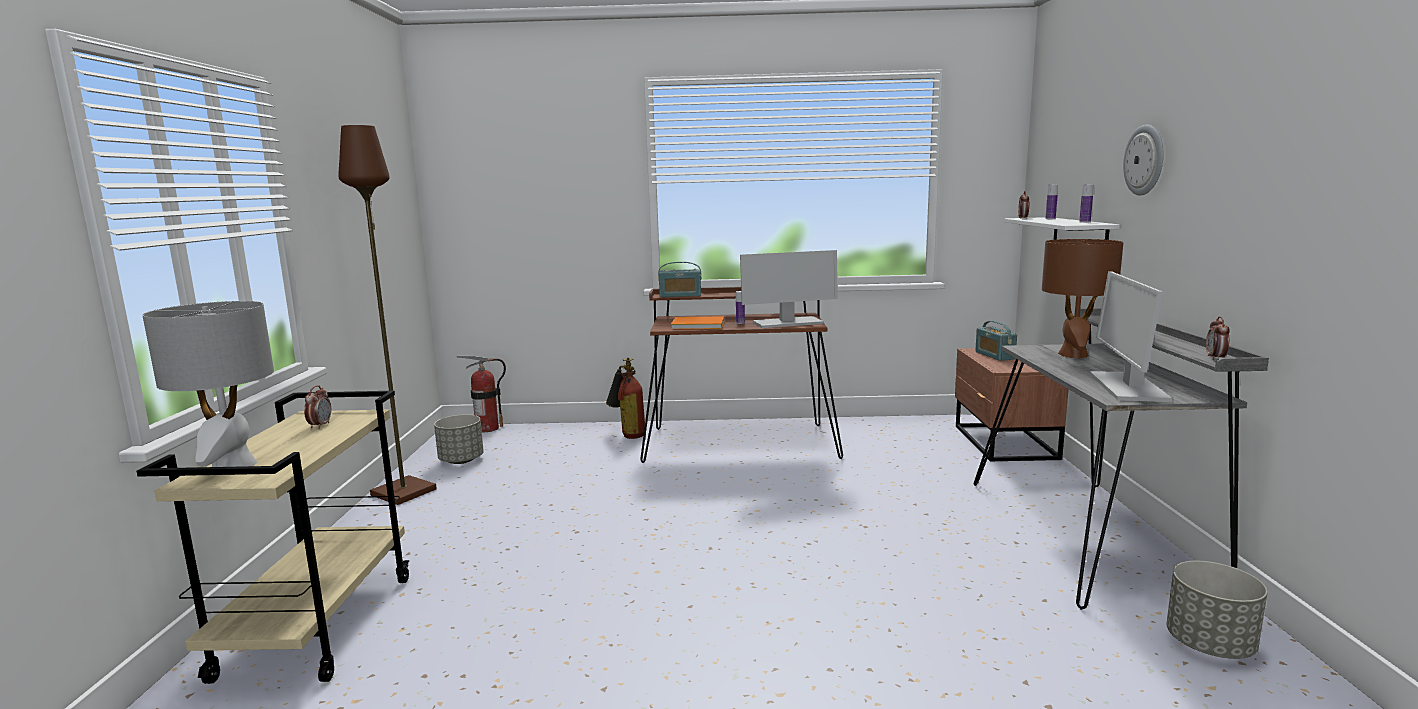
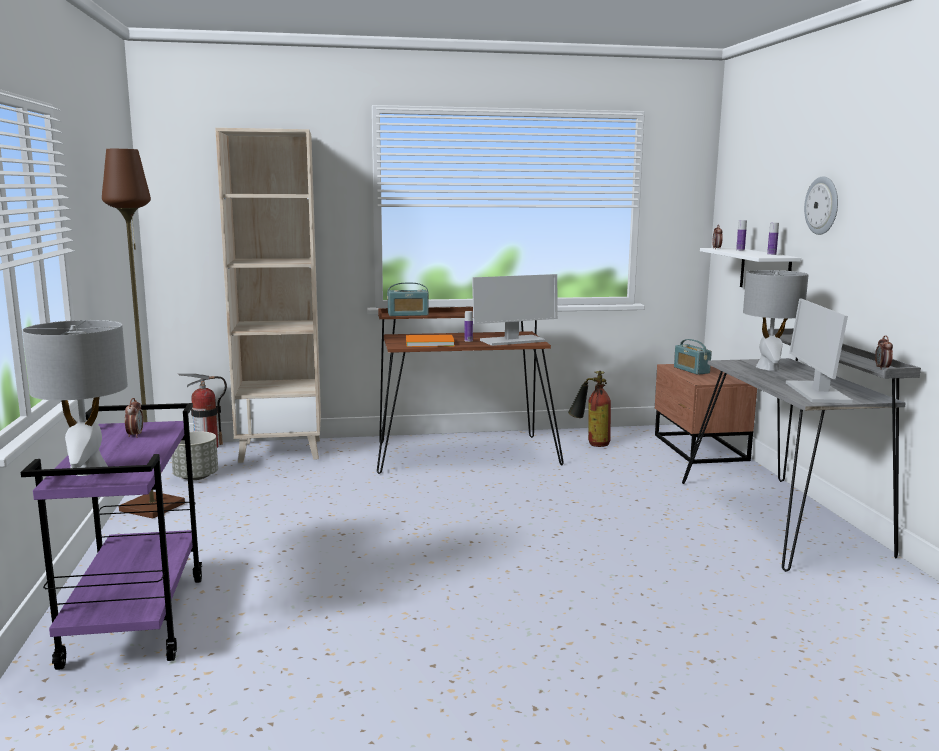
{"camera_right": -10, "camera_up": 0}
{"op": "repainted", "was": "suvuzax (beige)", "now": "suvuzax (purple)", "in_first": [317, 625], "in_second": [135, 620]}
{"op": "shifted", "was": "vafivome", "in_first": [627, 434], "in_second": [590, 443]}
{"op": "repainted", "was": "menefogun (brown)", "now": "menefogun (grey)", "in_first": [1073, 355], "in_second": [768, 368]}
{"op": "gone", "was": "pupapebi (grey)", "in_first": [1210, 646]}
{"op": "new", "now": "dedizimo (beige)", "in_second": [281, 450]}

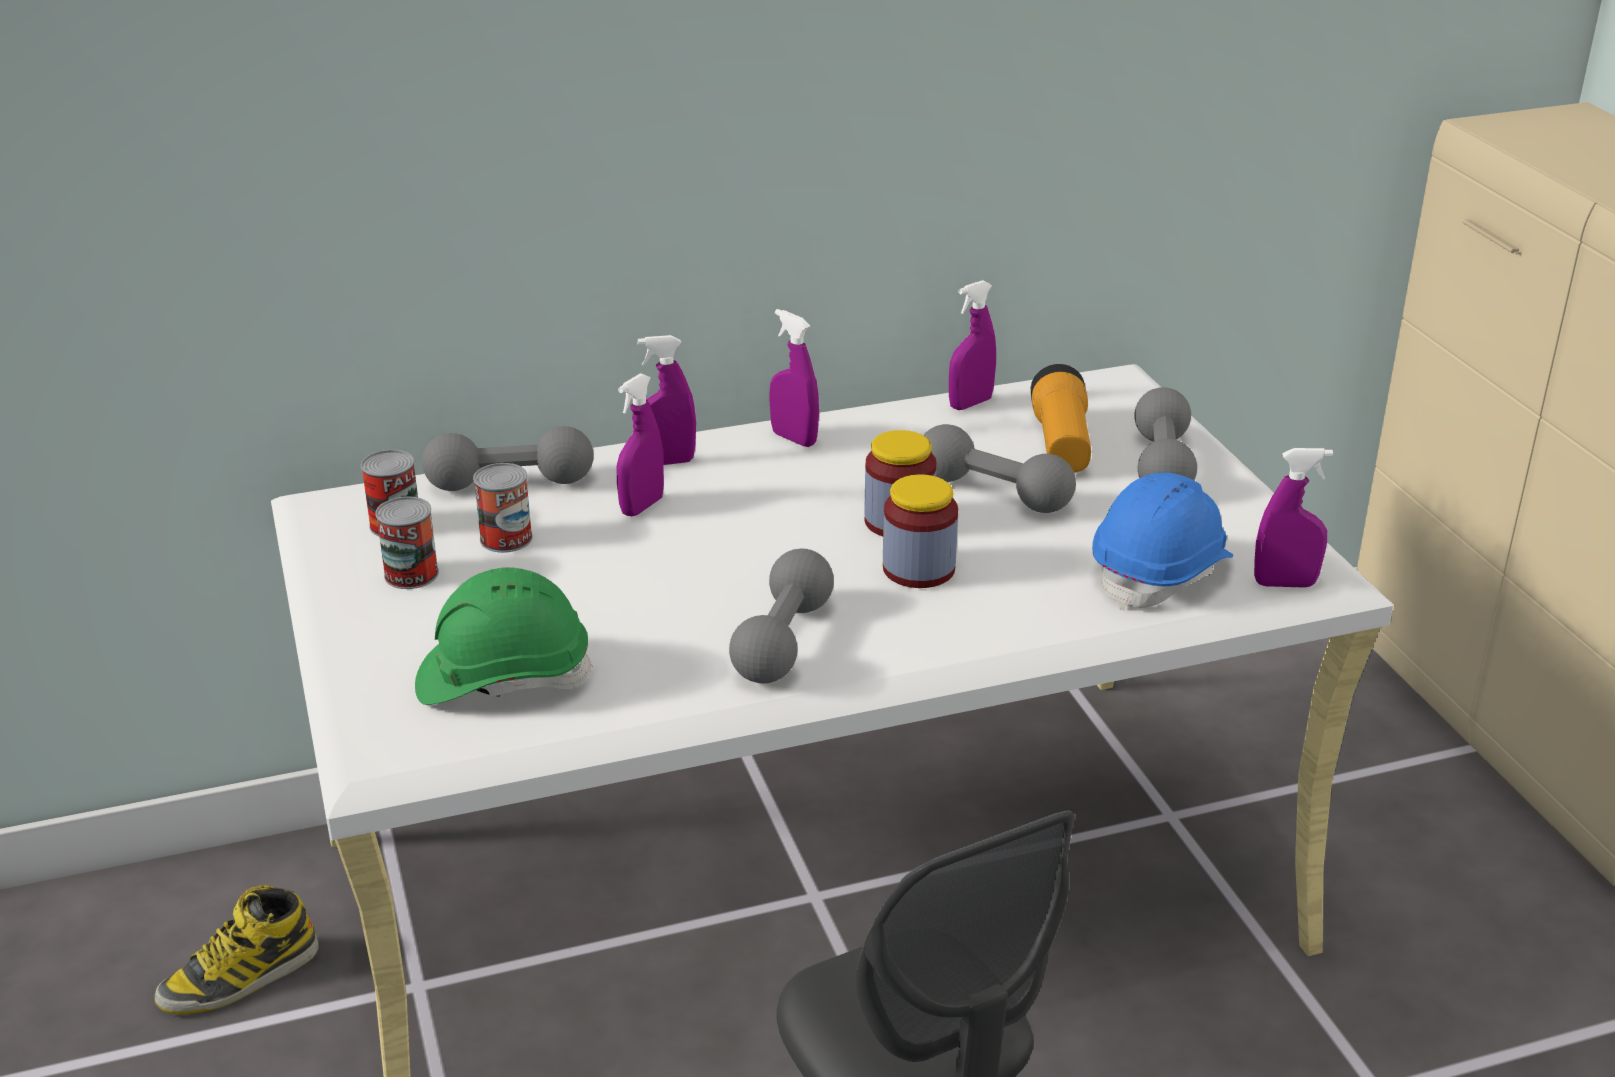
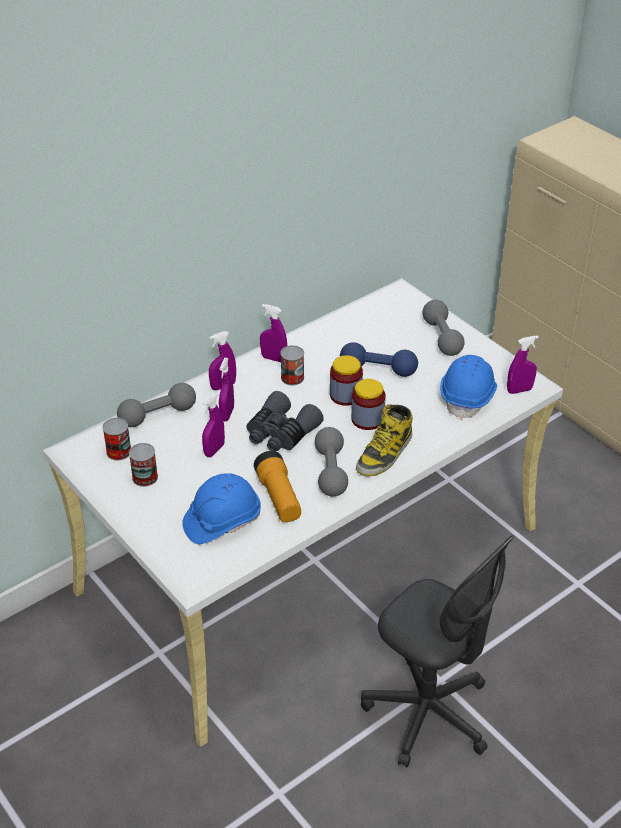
{"camera_right": -20, "camera_up": 10}
{"op": "shifted", "was": "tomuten", "in_first": [240, 978], "in_second": [384, 453]}
{"op": "repainted", "was": "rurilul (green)", "now": "rurilul (blue)", "in_first": [503, 677], "in_second": [222, 521]}
{"op": "shifted", "was": "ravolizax", "in_first": [506, 538], "in_second": [292, 378]}
{"op": "repainted", "was": "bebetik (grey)", "now": "bebetik (blue)", "in_first": [993, 493], "in_second": [378, 369]}
{"op": "shifted", "was": "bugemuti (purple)", "in_first": [970, 404], "in_second": [214, 450]}
{"op": "shifted", "was": "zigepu", "in_first": [1061, 444], "in_second": [279, 497]}
{"op": "new", "now": "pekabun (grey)", "in_second": [280, 433]}

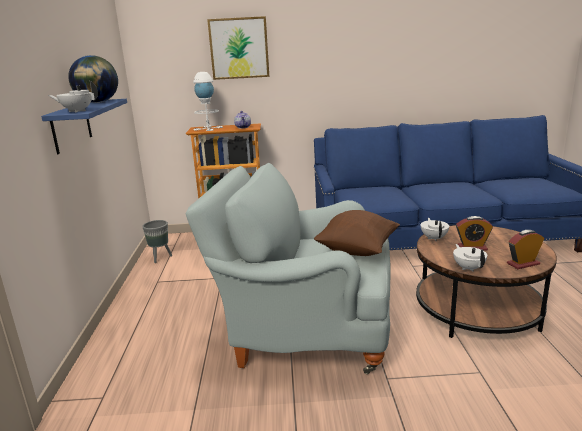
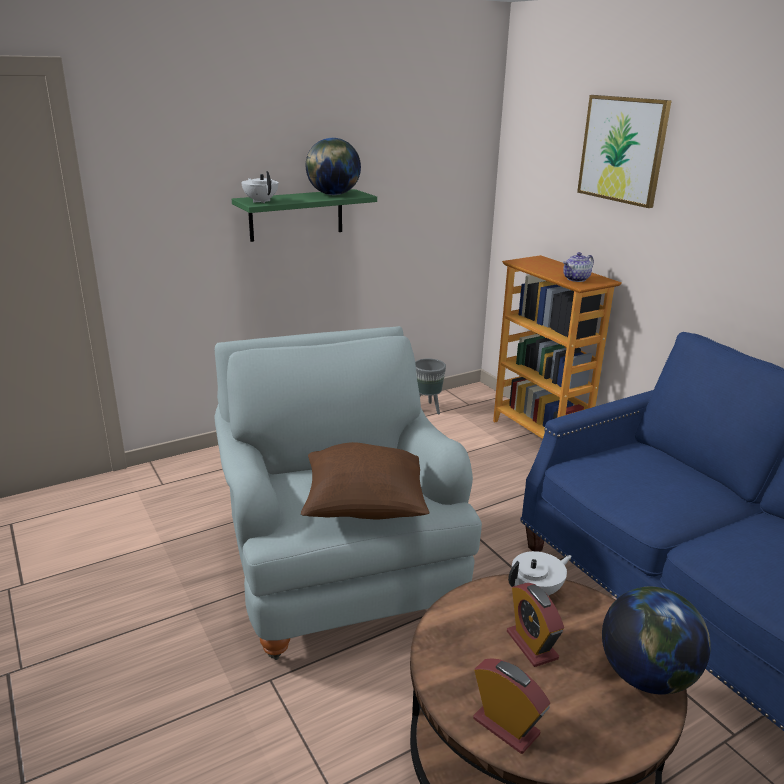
{"camera_right": 60, "camera_up": 5}
{"op": "repainted", "was": "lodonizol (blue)", "now": "lodonizol (green)", "in_first": [71, 126], "in_second": [296, 215]}
{"op": "gone", "was": "menefogun (white)", "in_first": [208, 128]}
{"op": "gone", "was": "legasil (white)", "in_first": [468, 268]}
{"op": "new", "now": "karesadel", "in_second": [646, 676]}

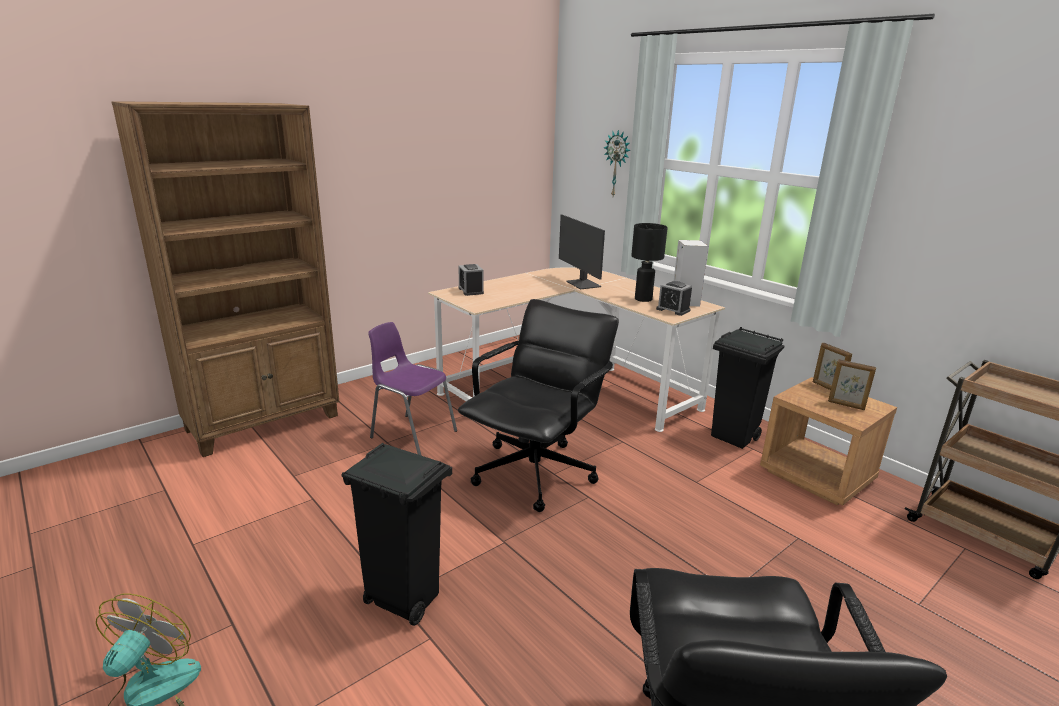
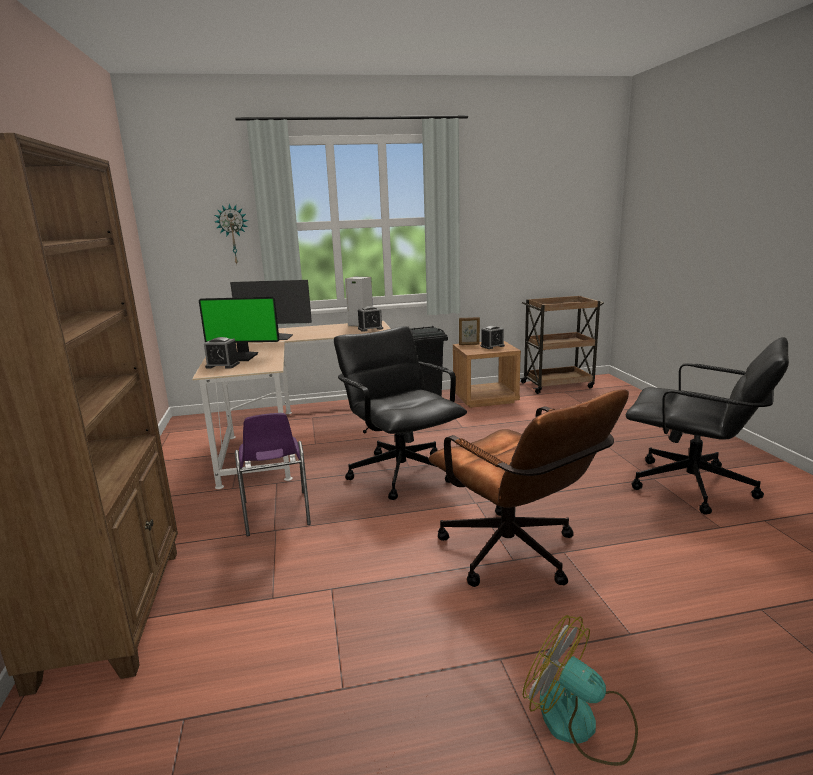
{"camera_right": -60, "camera_up": -5}
{"op": "swapped", "was": "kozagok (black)", "now": "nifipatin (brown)", "in_first": [403, 600], "in_second": [517, 557]}
{"op": "rotated", "was": "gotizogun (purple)", "in_first": [412, 434], "in_second": [276, 514], "clockwise": -75}
{"op": "gone", "was": "menefogun (black)", "in_first": [643, 299]}
{"op": "swapped", "was": "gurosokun", "now": "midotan", "in_first": [846, 405], "in_second": [492, 346]}
{"op": "new", "now": "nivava", "in_second": [241, 357]}

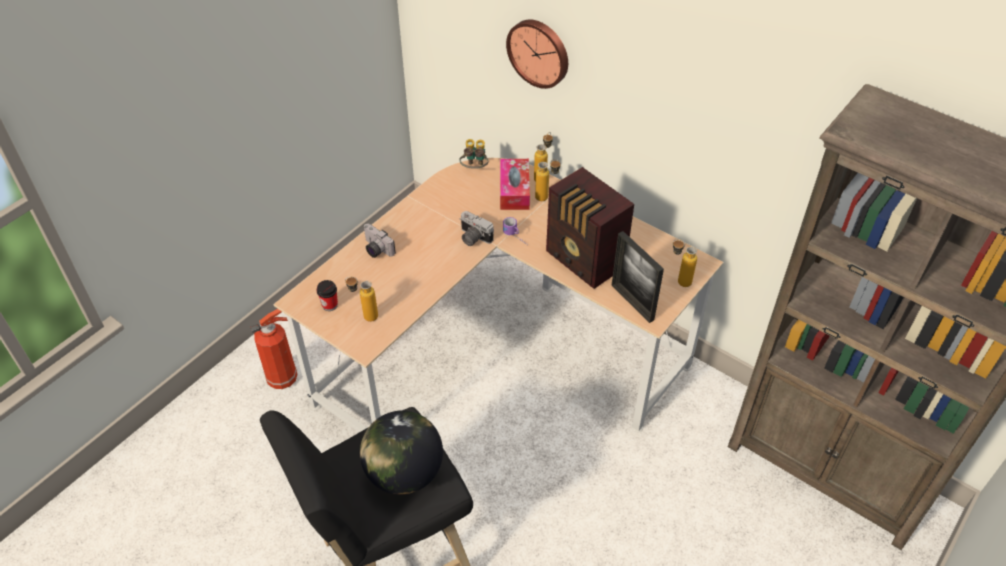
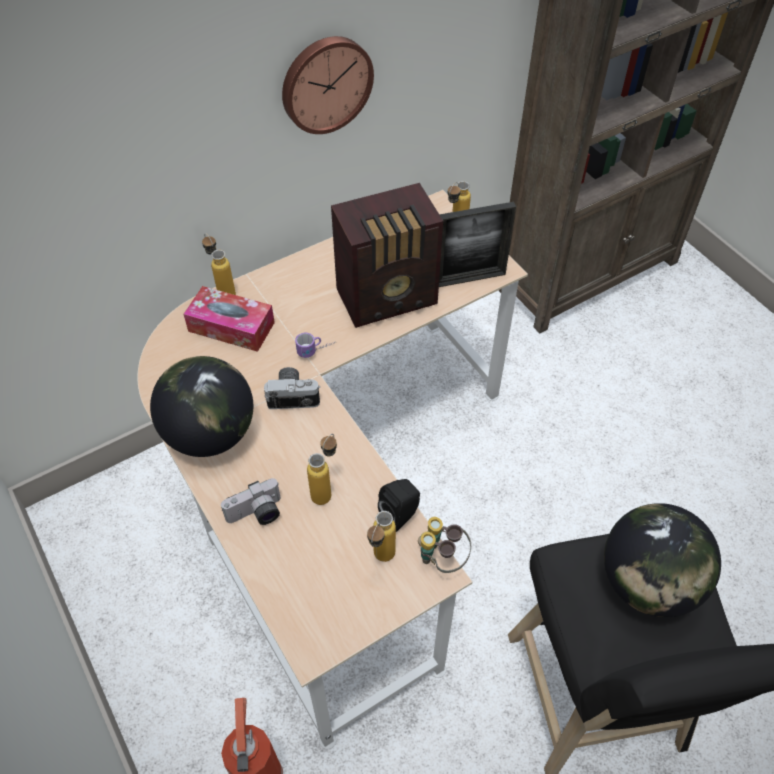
{"camera_right": -70, "camera_up": 5}
{"op": "gone", "was": "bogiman", "in_first": [330, 305]}
{"op": "shifted", "was": "pekabun", "in_first": [474, 169], "in_second": [442, 558]}
{"op": "rotated", "was": "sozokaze", "in_first": [473, 238], "in_second": [293, 395], "clockwise": -150}
{"op": "shifted", "was": "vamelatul", "in_first": [539, 52], "in_second": [325, 83]}
{"op": "shifted", "was": "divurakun", "in_first": [547, 198], "in_second": [326, 490]}
{"op": "new", "now": "karesadel", "in_second": [210, 434]}
{"op": "new", "now": "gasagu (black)", "in_second": [401, 514]}

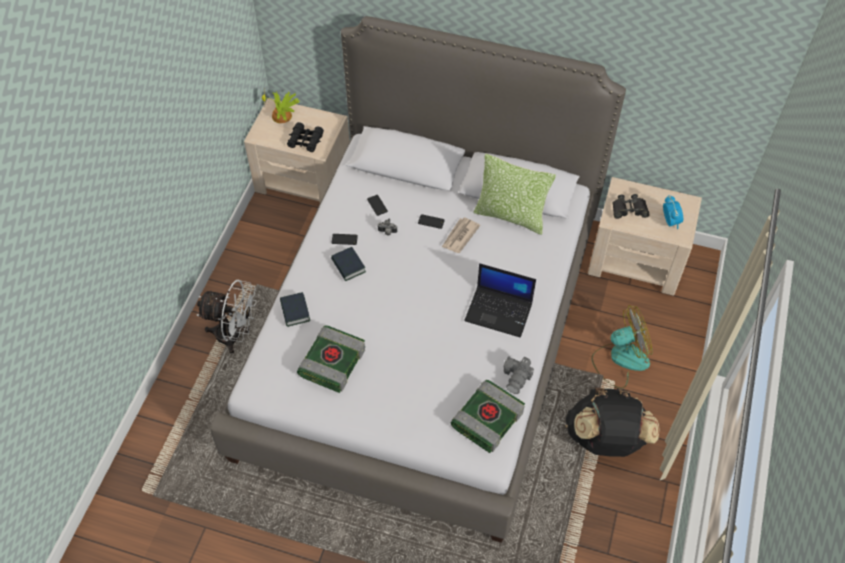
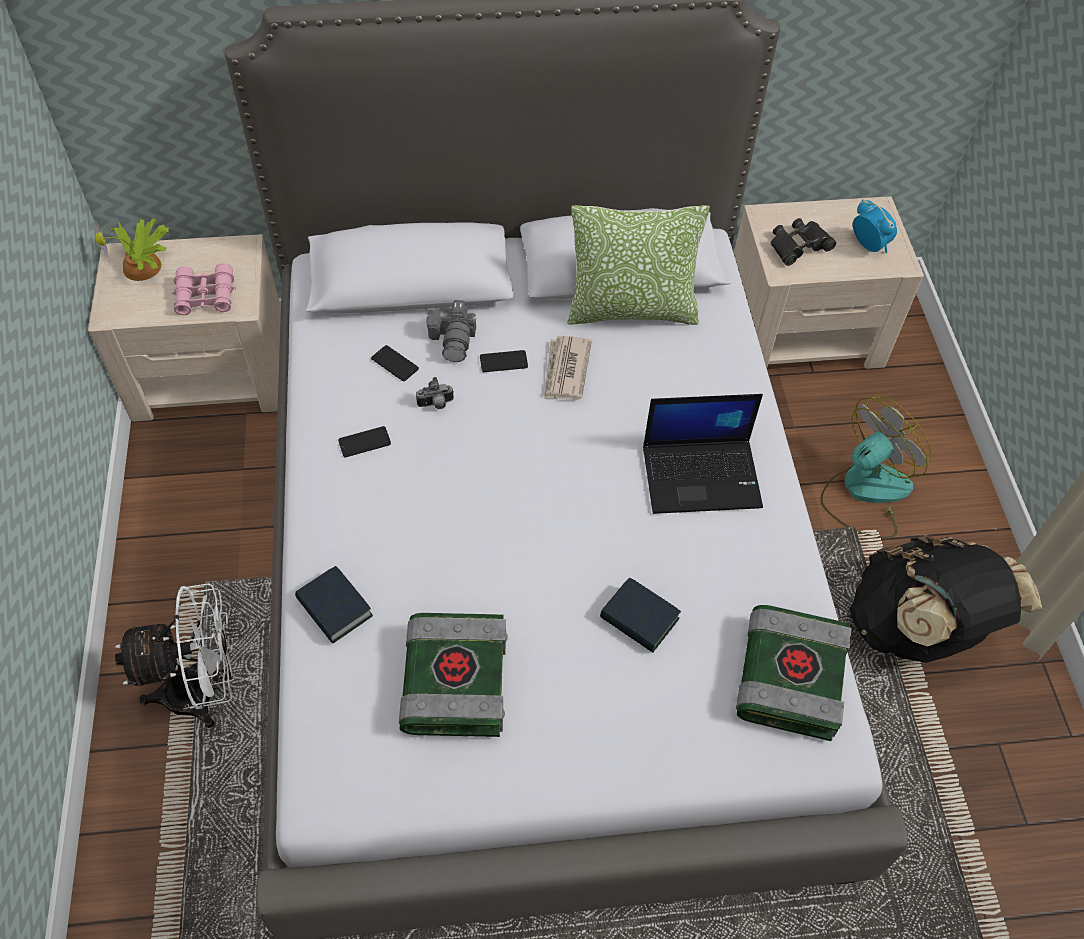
{"camera_right": -25, "camera_up": 0}
{"op": "repainted", "was": "pekabun (black)", "now": "pekabun (pink)", "in_first": [305, 141], "in_second": [205, 296]}
{"op": "shifted", "was": "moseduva", "in_first": [348, 266], "in_second": [639, 619]}
{"op": "shifted", "was": "sozokaze", "in_first": [517, 377], "in_second": [454, 340]}

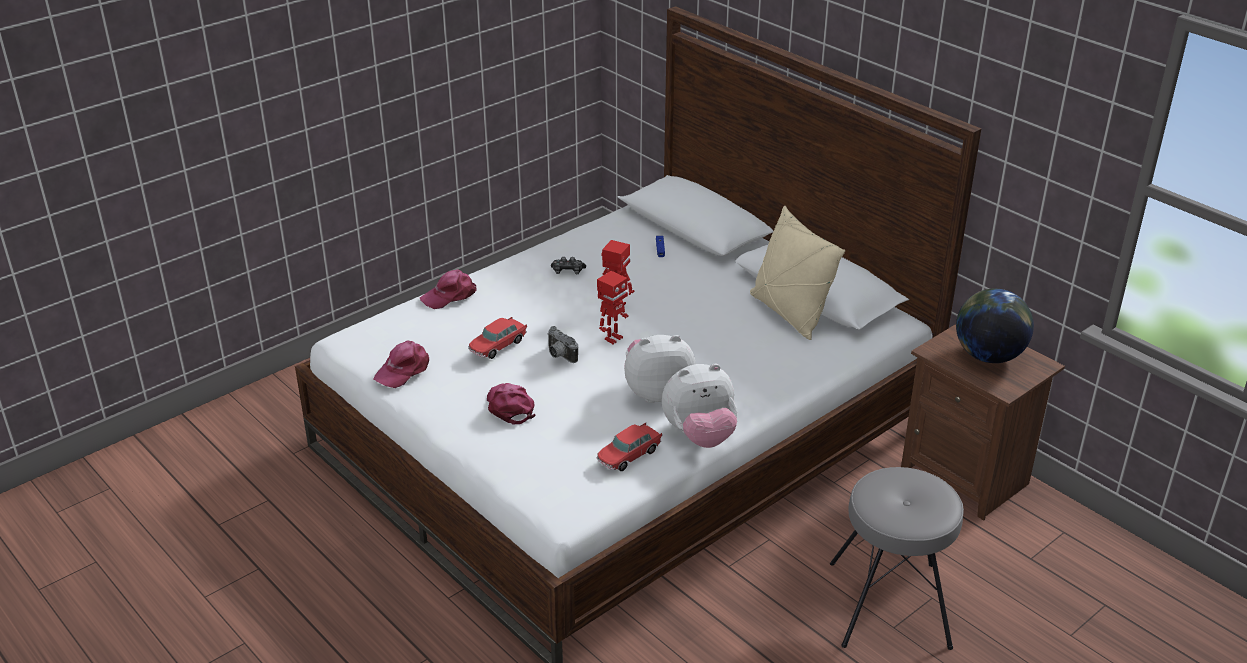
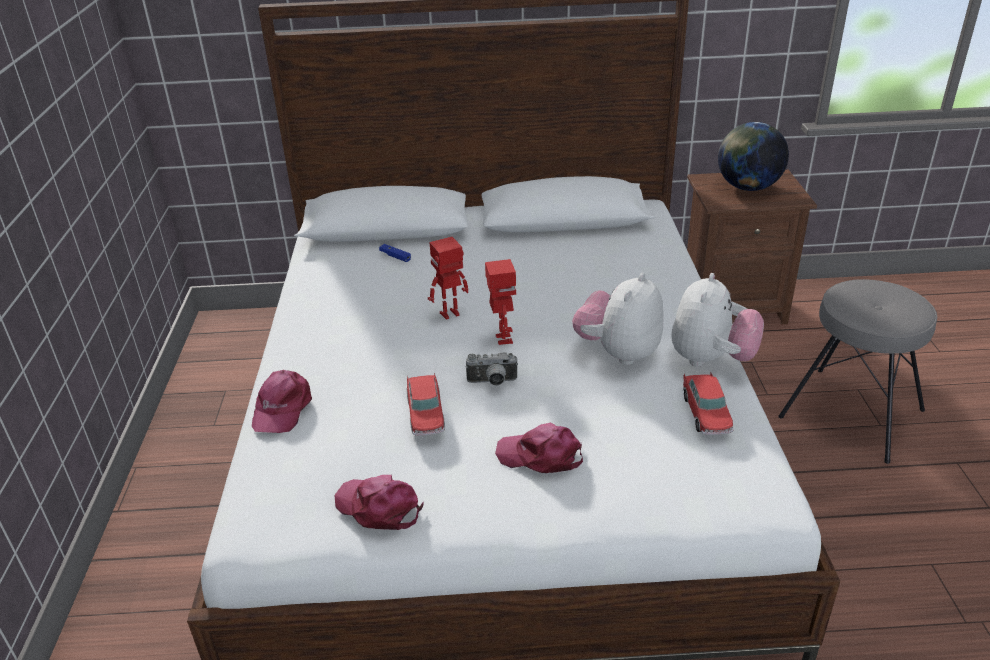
{"camera_right": -50, "camera_up": 0}
{"op": "rotated", "was": "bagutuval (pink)", "in_first": [403, 370], "in_second": [379, 507], "clockwise": 135}
{"op": "gone", "was": "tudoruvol", "in_first": [568, 271]}
{"op": "gone", "was": "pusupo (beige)", "in_first": [789, 314]}

